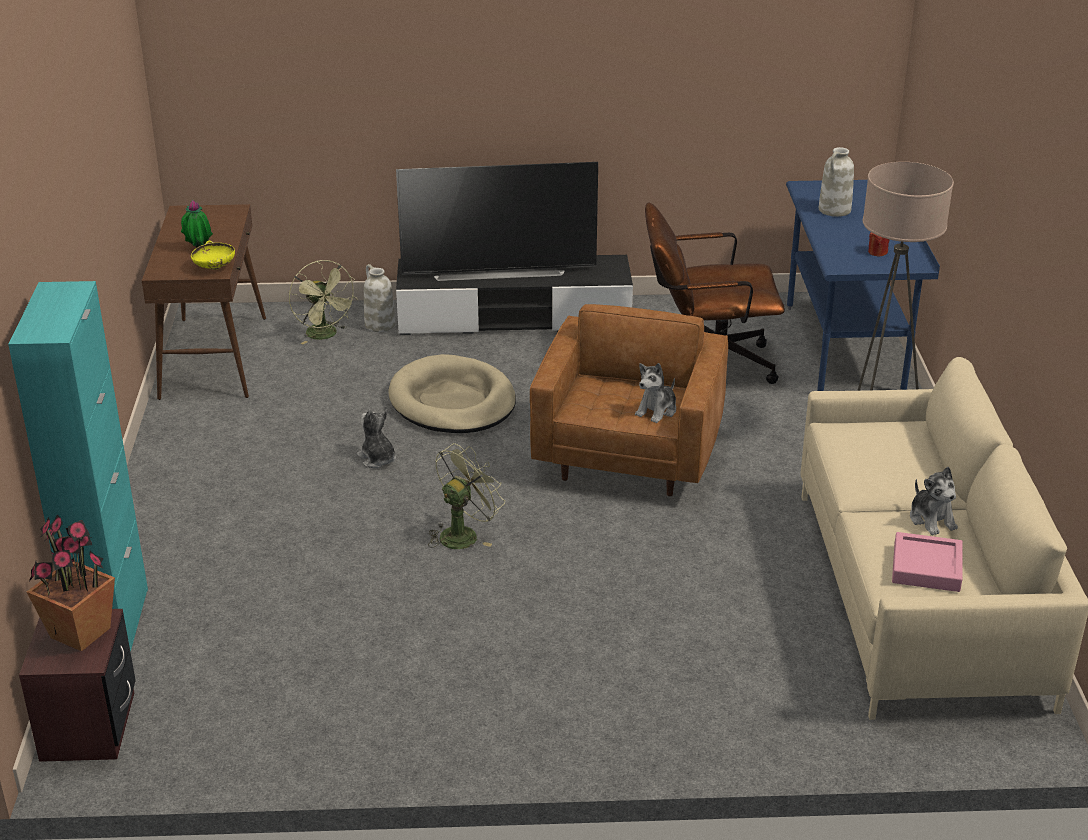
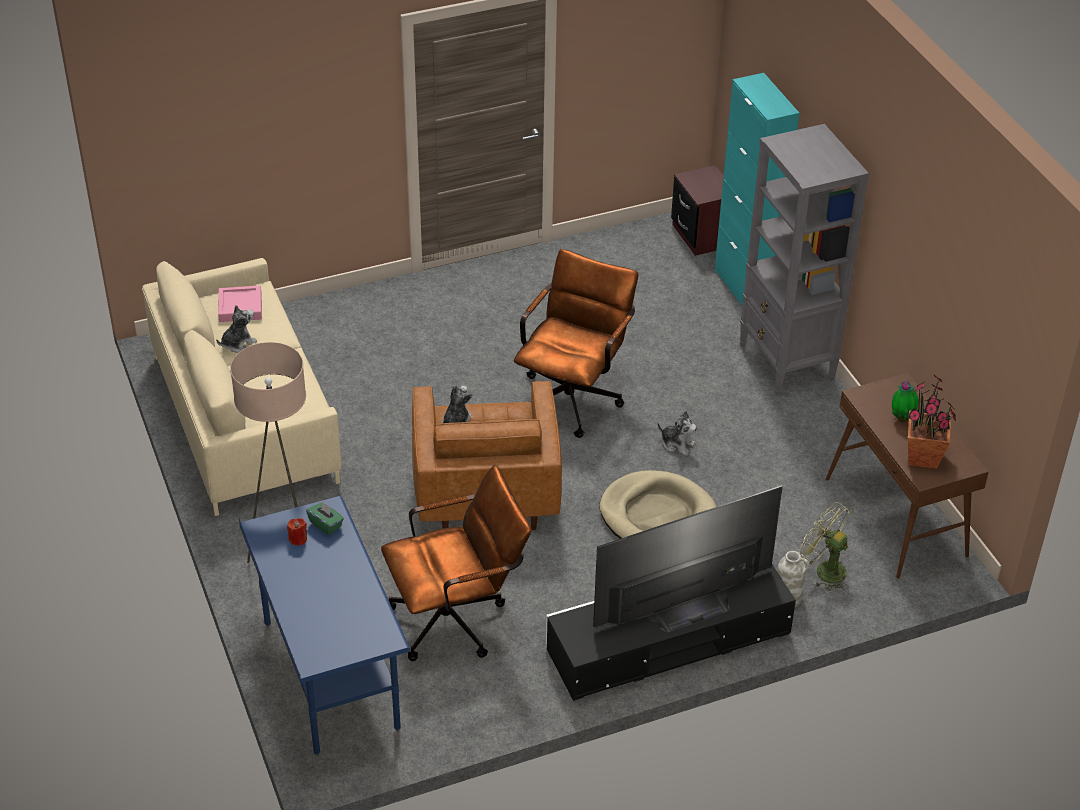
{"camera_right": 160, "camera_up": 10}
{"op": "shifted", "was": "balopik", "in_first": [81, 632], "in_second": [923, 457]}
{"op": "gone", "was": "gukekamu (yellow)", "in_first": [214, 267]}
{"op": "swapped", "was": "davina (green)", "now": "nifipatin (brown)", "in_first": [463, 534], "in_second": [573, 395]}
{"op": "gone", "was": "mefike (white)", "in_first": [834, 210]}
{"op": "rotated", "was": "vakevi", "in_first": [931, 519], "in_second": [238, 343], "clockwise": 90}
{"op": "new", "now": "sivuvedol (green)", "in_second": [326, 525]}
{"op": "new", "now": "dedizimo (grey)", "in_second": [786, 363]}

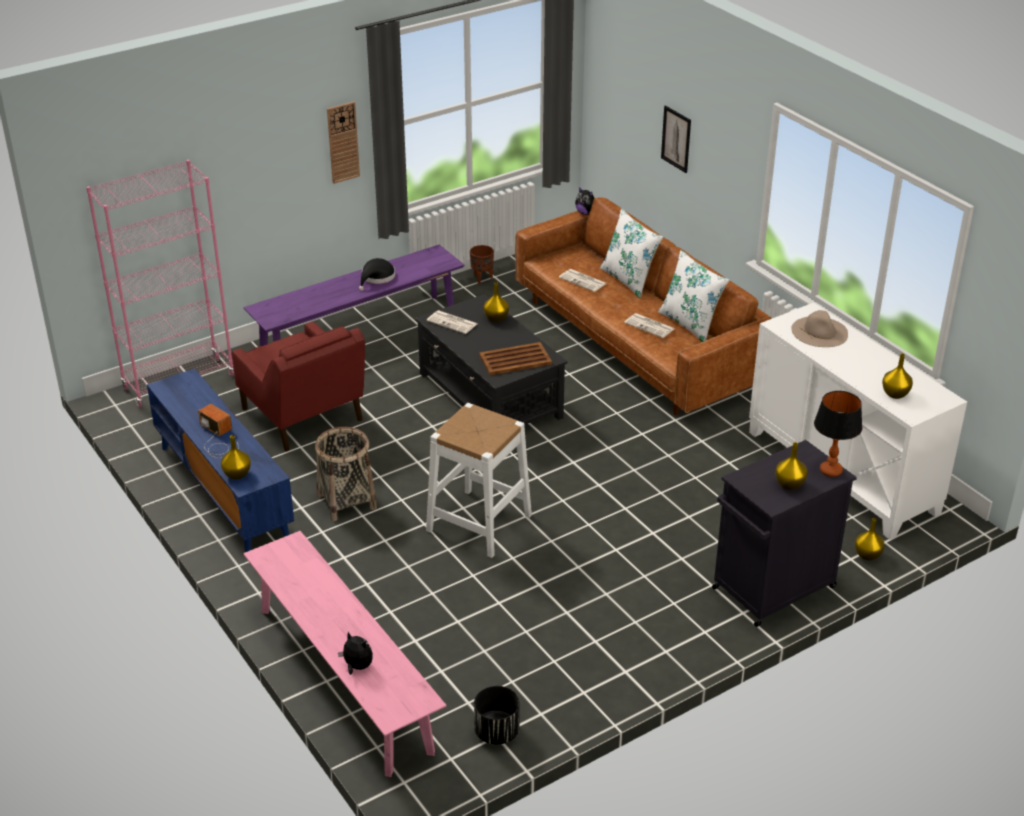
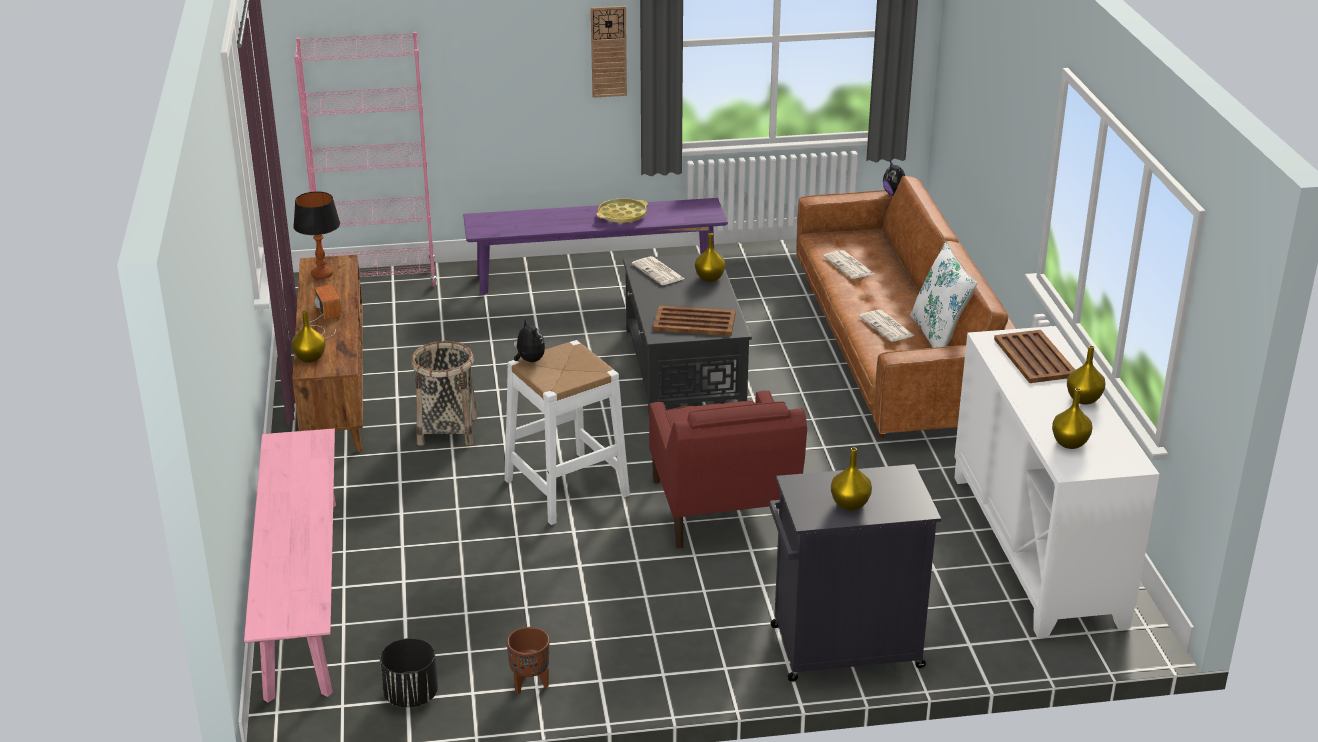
{"camera_right": 25, "camera_up": -5}
{"op": "repainted", "was": "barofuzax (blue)", "now": "barofuzax (brown)", "in_first": [223, 492], "in_second": [334, 390]}
{"op": "shifted", "was": "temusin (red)", "in_first": [303, 416], "in_second": [722, 510]}
{"op": "shifted", "was": "vakevi", "in_first": [357, 667], "in_second": [529, 360]}
{"op": "swapped", "was": "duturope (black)", "now": "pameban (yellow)", "in_first": [377, 278], "in_second": [622, 215]}
{"op": "shifted", "was": "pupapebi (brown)", "in_first": [482, 279], "in_second": [530, 684]}
{"op": "gone", "was": "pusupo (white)", "in_first": [629, 280]}
{"op": "gone", "was": "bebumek", "in_first": [676, 139]}
{"op": "swapped", "was": "duturope (beige)", "now": "pameban (brown)", "in_first": [820, 331], "in_second": [1034, 357]}
{"op": "shifted", "was": "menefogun", "in_first": [830, 471], "in_second": [322, 275]}
{"op": "shifted", "was": "mefike (yellow)", "in_first": [868, 555], "in_second": [1083, 399]}

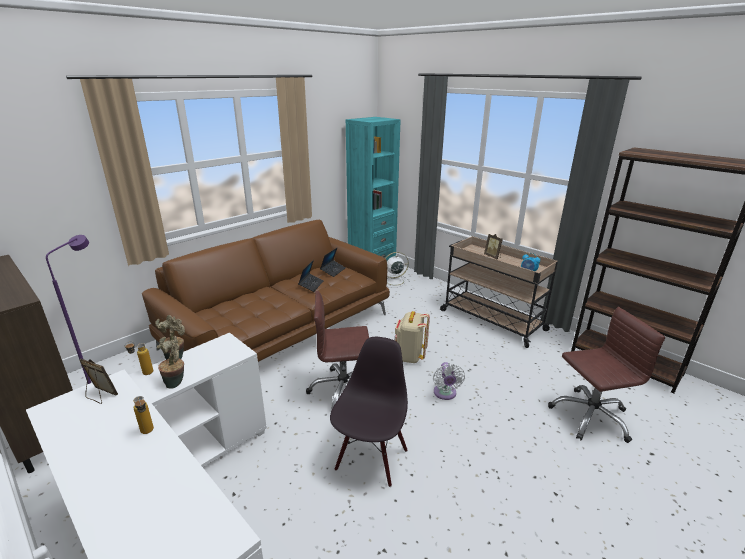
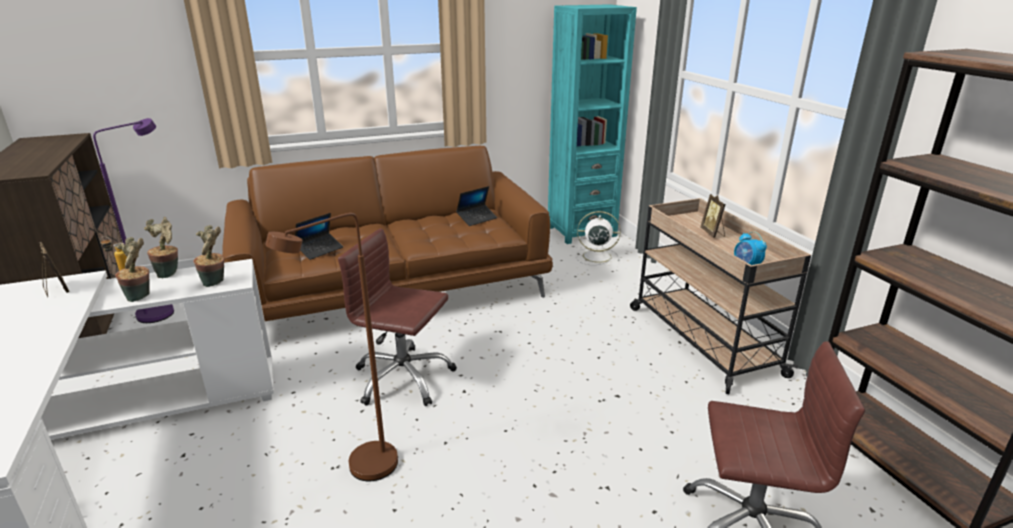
{"camera_right": 25, "camera_up": 0}
{"op": "gone", "was": "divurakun", "in_first": [148, 433]}
{"op": "shifted", "was": "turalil", "in_first": [311, 285], "in_second": [320, 250]}
{"op": "swapped", "was": "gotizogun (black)", "now": "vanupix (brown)", "in_first": [370, 458], "in_second": [362, 471]}
{"op": "gone", "was": "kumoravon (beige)", "in_first": [409, 356]}
{"op": "gone", "was": "davina (white)", "in_first": [445, 394]}
{"op": "new", "now": "balopik", "in_second": [215, 283]}

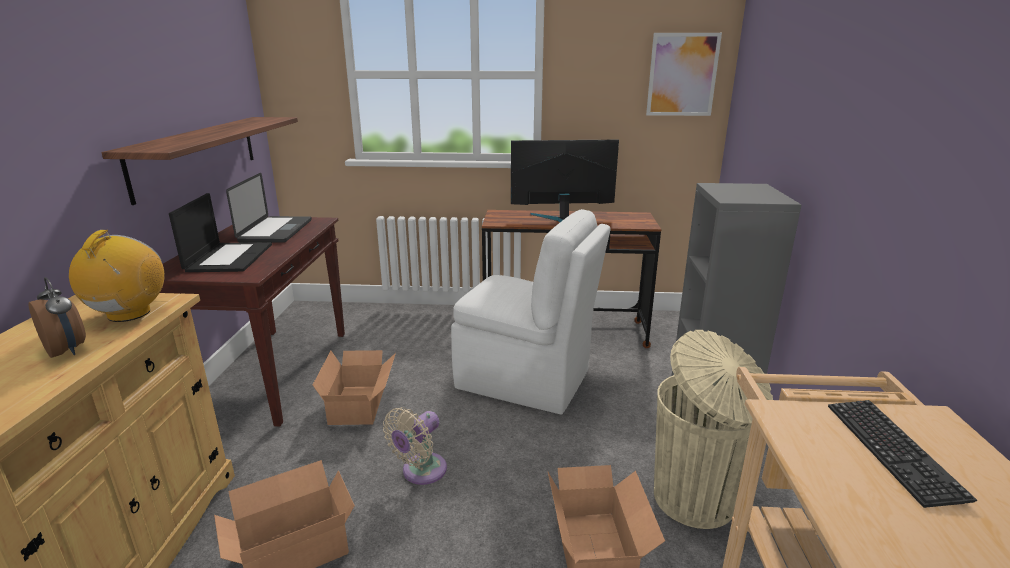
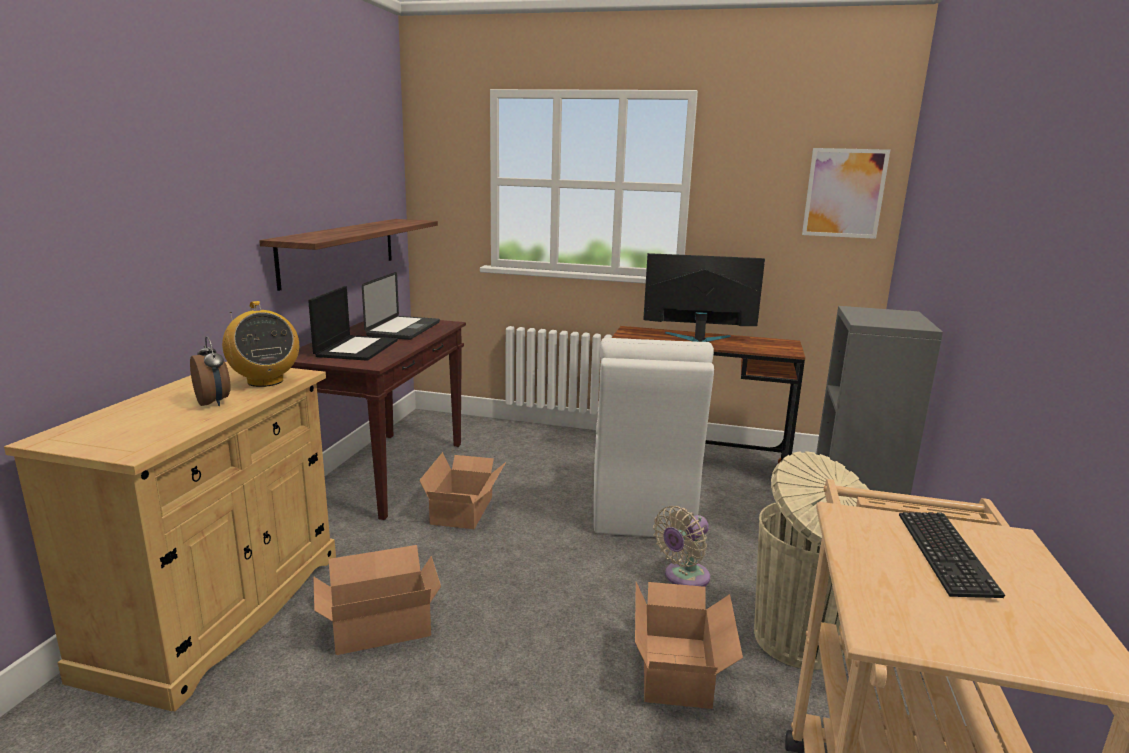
{"camera_right": 10, "camera_up": -5}
{"op": "rotated", "was": "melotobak", "in_first": [129, 314], "in_second": [265, 381], "clockwise": 135}
{"op": "shifted", "was": "davina (beige)", "in_first": [420, 472], "in_second": [683, 578]}
{"op": "rotated", "was": "gotizogun (white)", "in_first": [526, 381], "in_second": [641, 508], "clockwise": 60}

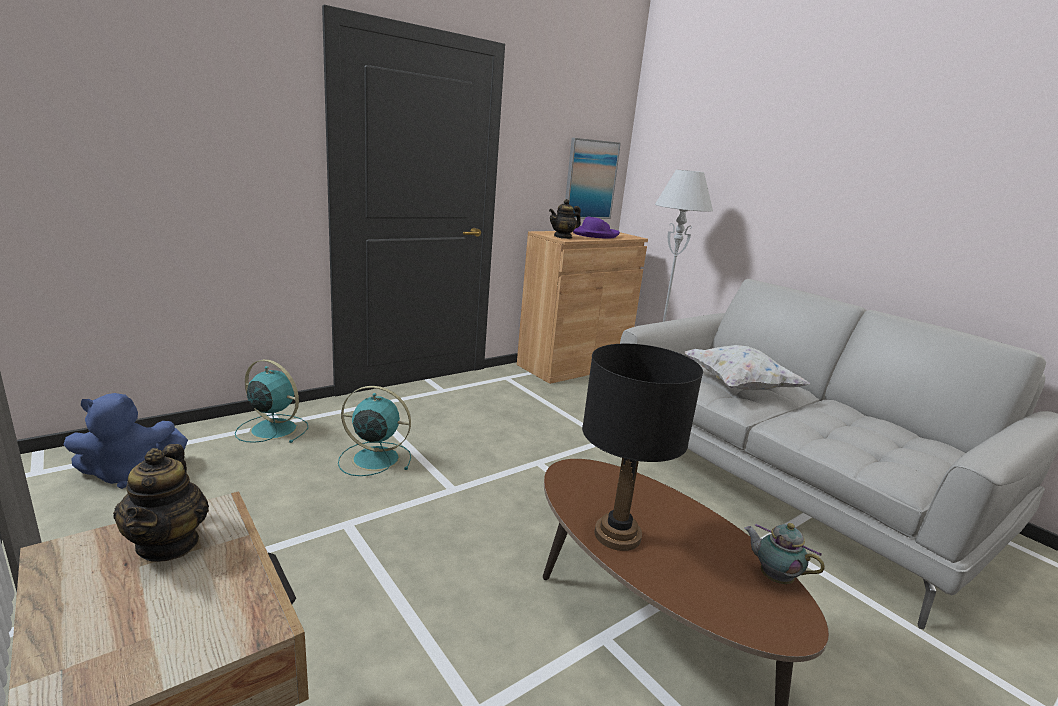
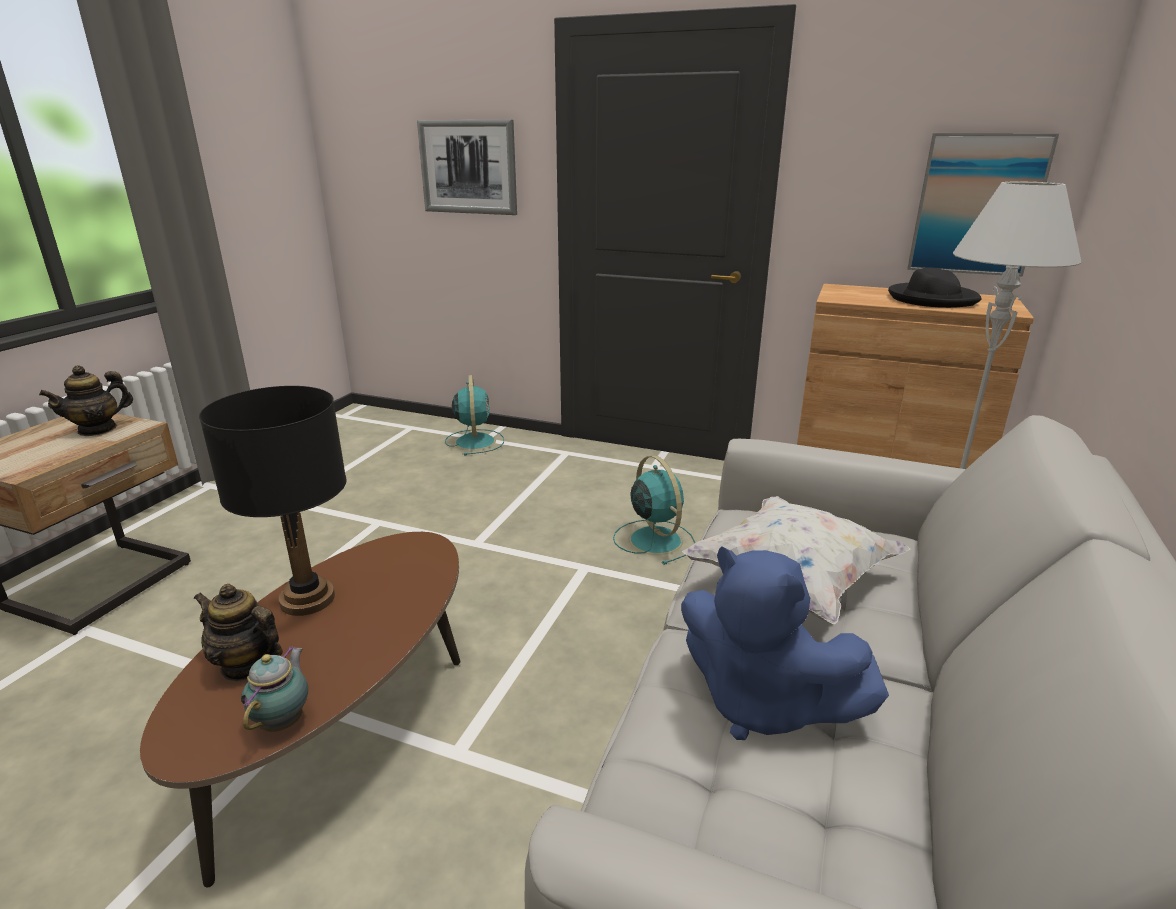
{"camera_right": 60, "camera_up": 5}
{"op": "shifted", "was": "vakevi (blue)", "in_first": [128, 473], "in_second": [761, 703]}
{"op": "shifted", "was": "davina (turquoise)", "in_first": [373, 458], "in_second": [654, 539]}
{"op": "shifted", "was": "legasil", "in_first": [563, 237], "in_second": [247, 665]}
{"op": "repainted", "was": "duturope (purple)", "now": "duturope (black)", "in_first": [594, 234], "in_second": [931, 299]}
{"op": "new", "now": "bebumek", "in_second": [468, 167]}

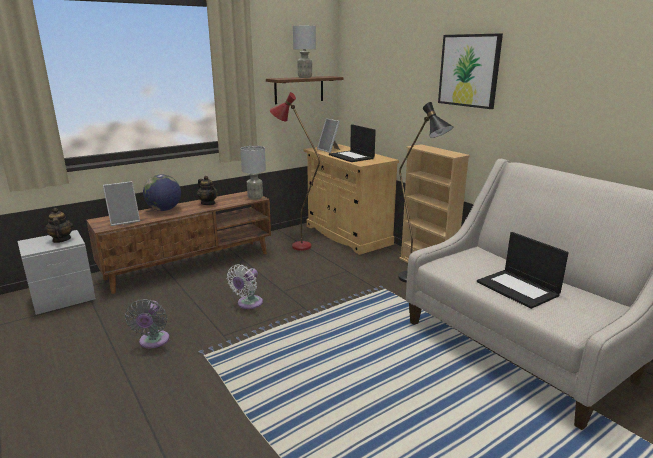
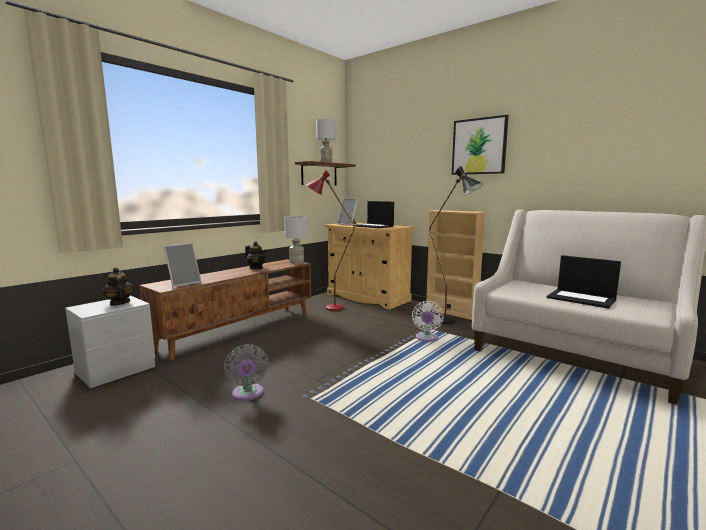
{"camera_right": -15, "camera_up": -10}
{"op": "gone", "was": "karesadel", "in_first": [164, 210]}
{"op": "shifted", "was": "davina (white)", "in_first": [248, 304], "in_second": [426, 338]}

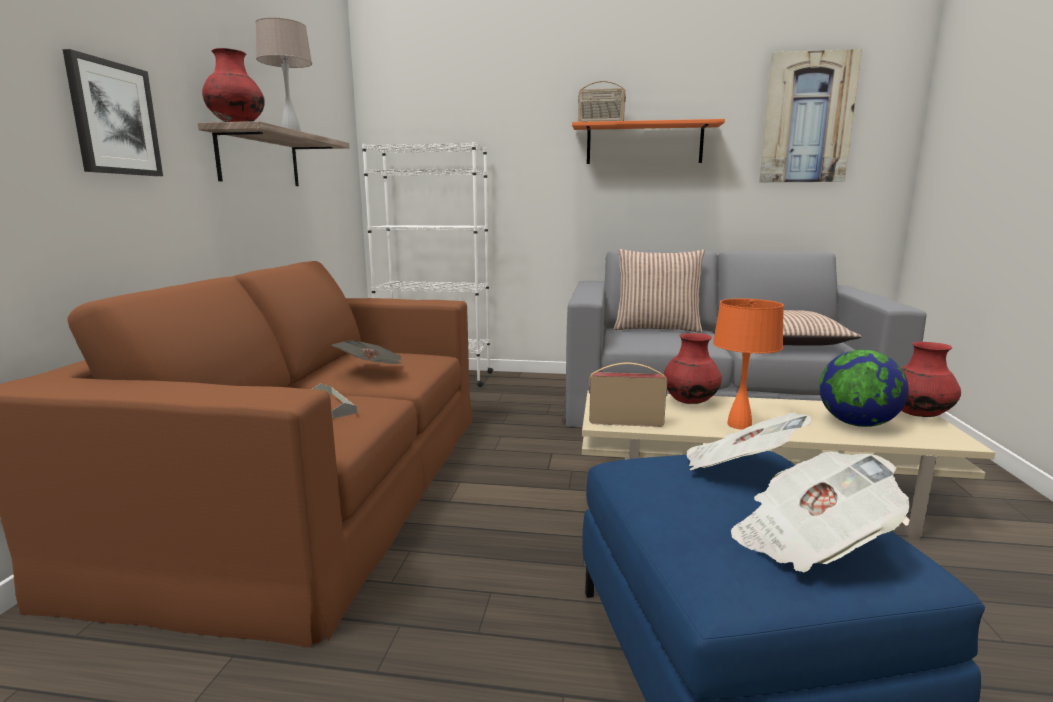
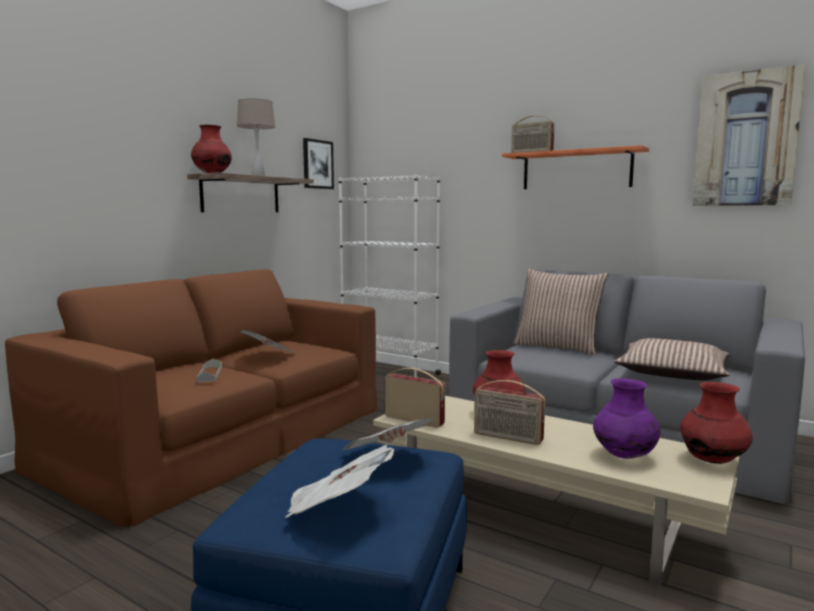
{"camera_right": 25, "camera_up": -5}
{"op": "shifted", "was": "bebumek", "in_first": [114, 119], "in_second": [317, 164]}
{"op": "swapped", "was": "menefogun (orange)", "now": "melotobak", "in_first": [739, 425], "in_second": [507, 438]}
{"op": "swapped", "was": "karesadel", "now": "mefike (purple)", "in_first": [856, 424], "in_second": [624, 456]}

